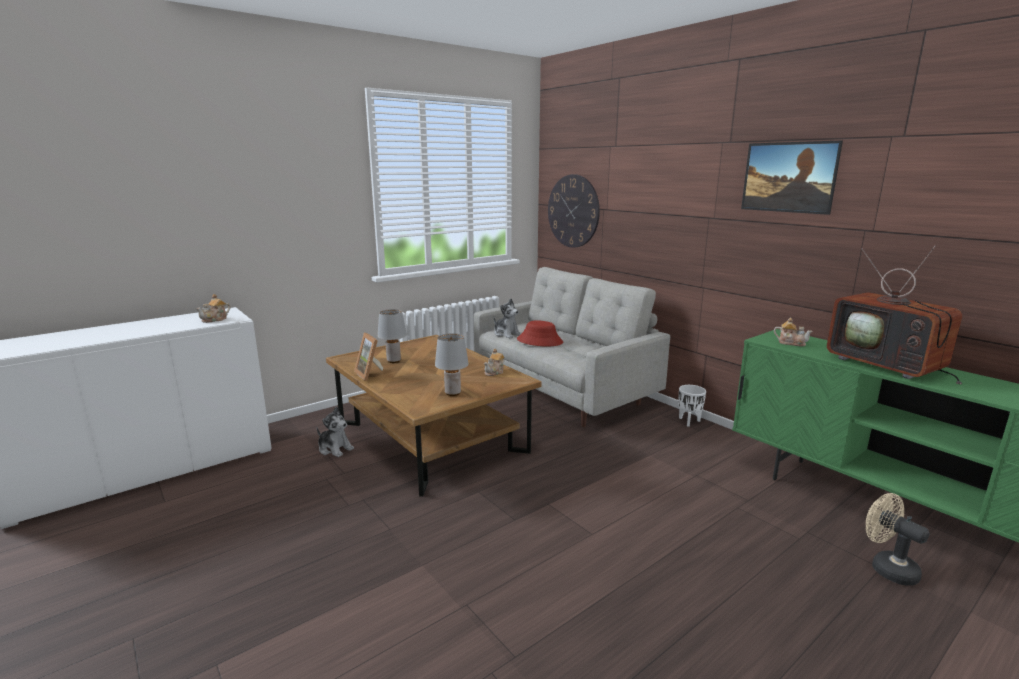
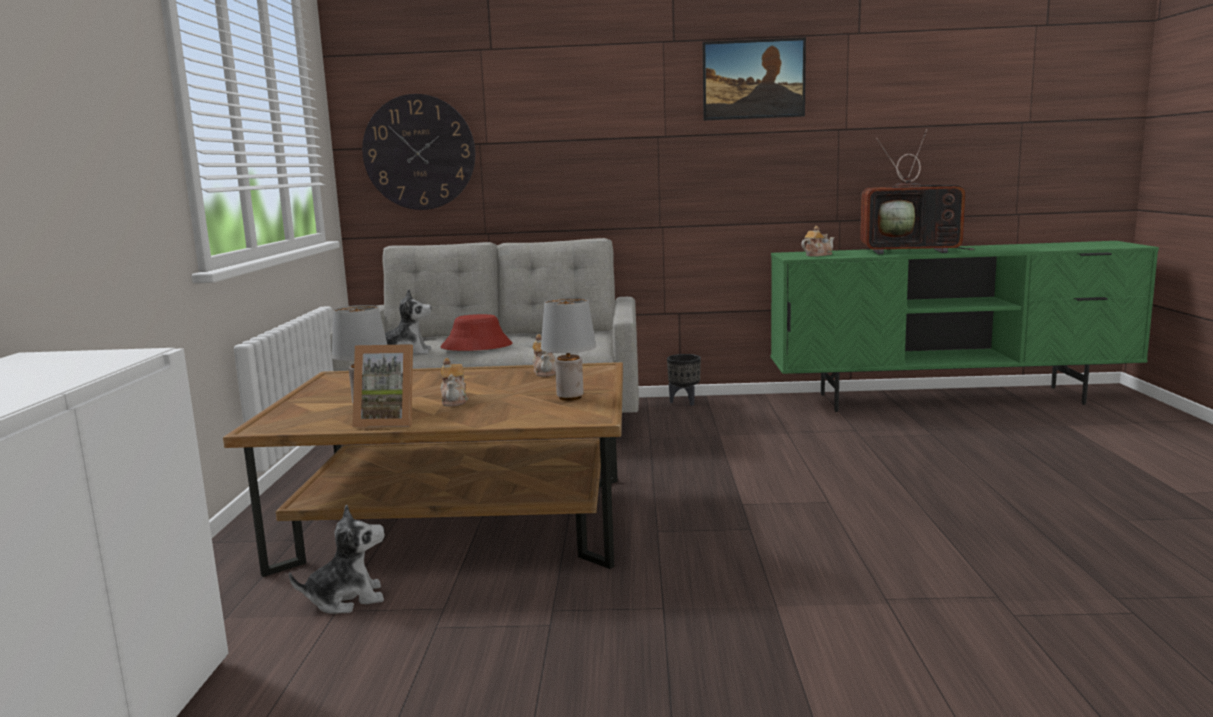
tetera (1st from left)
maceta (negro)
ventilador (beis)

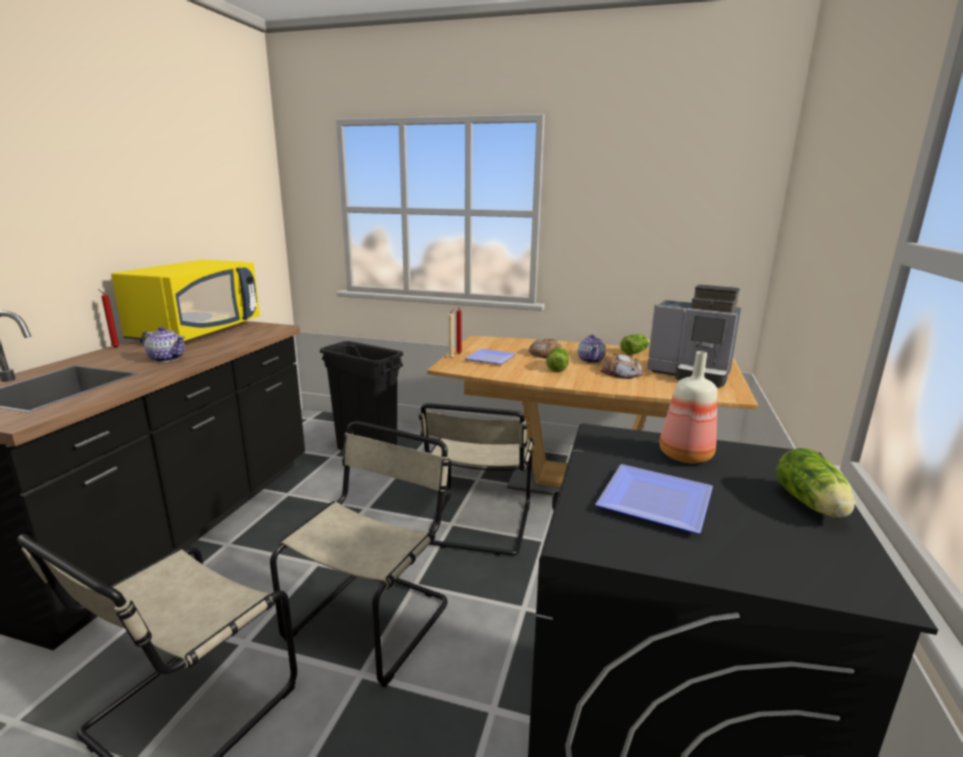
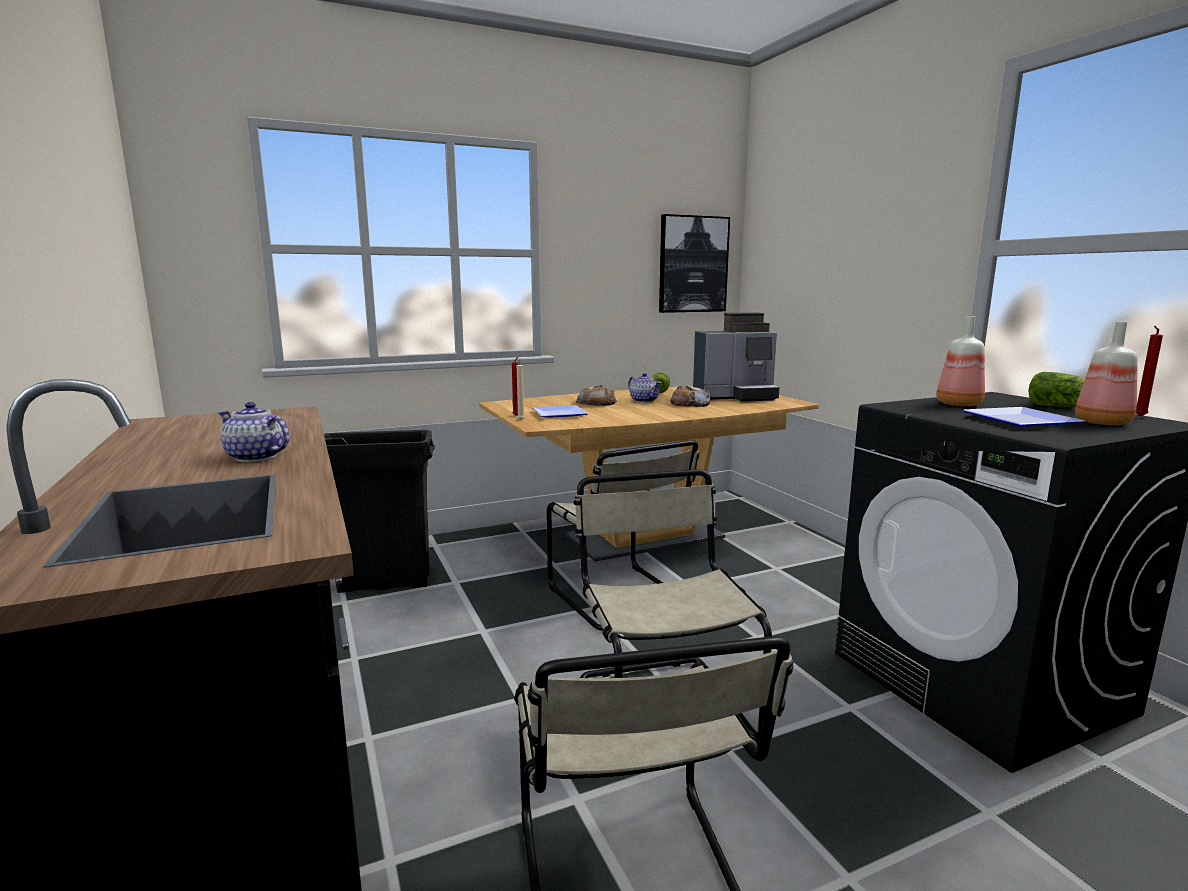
microondas (amarillo)
vela (rojo) (2nd from left)
tetera (1st from left)
lechuga (1st from left in the first image)
cuadro
botella (2nd from left)

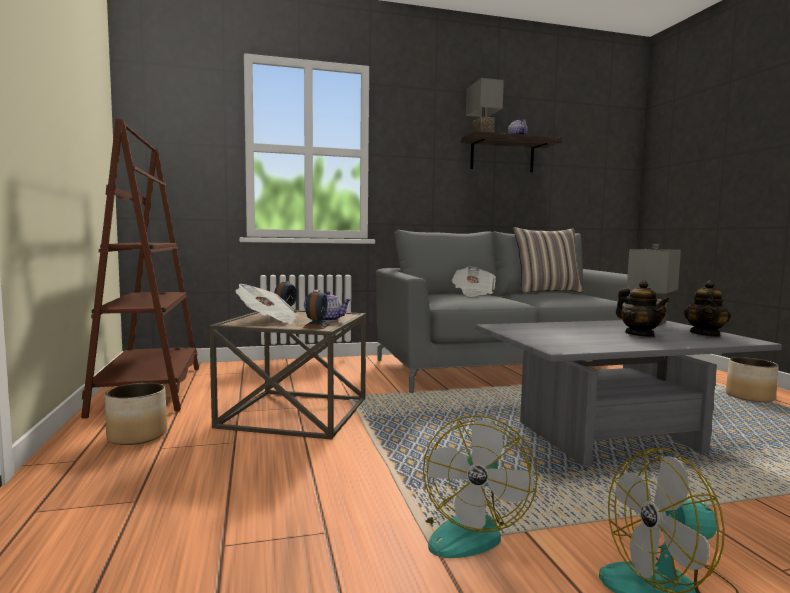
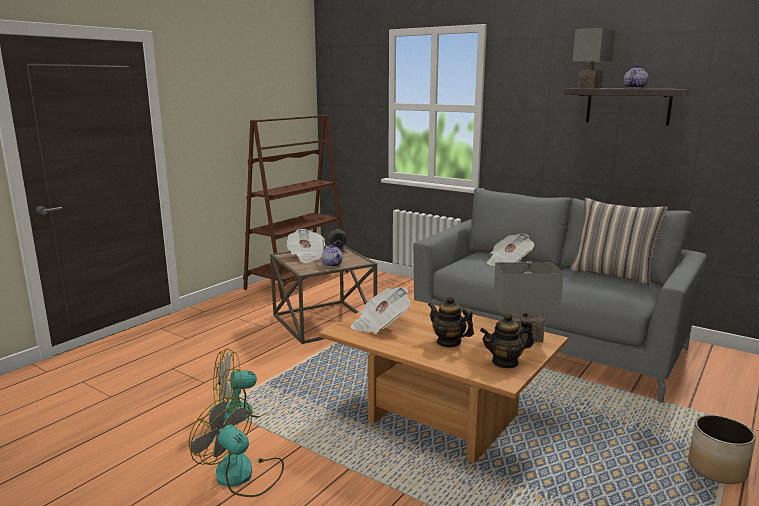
tetera (2nd from left)
despertador (2nd from left in the first image)
mesa de centro (marrón)
maceta (1st from left in the first image)
periódico (2nd from left)

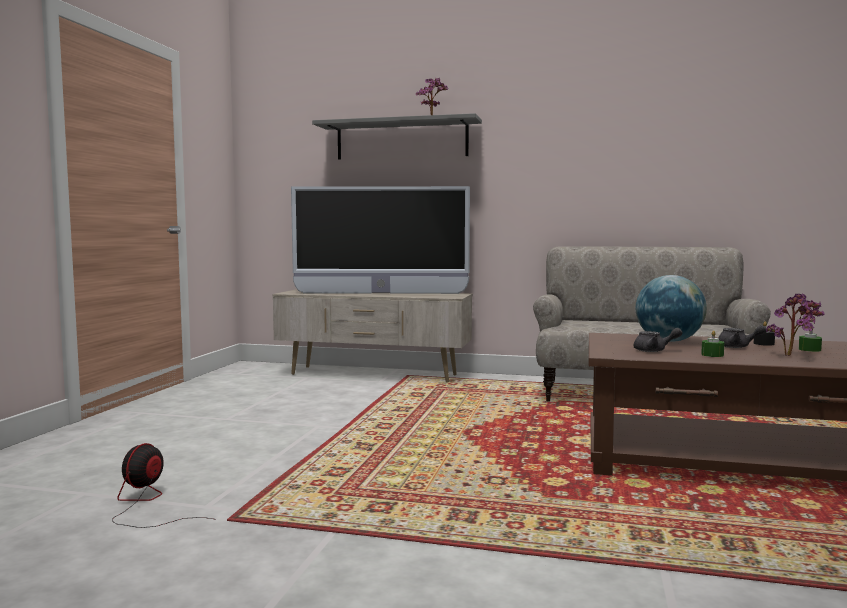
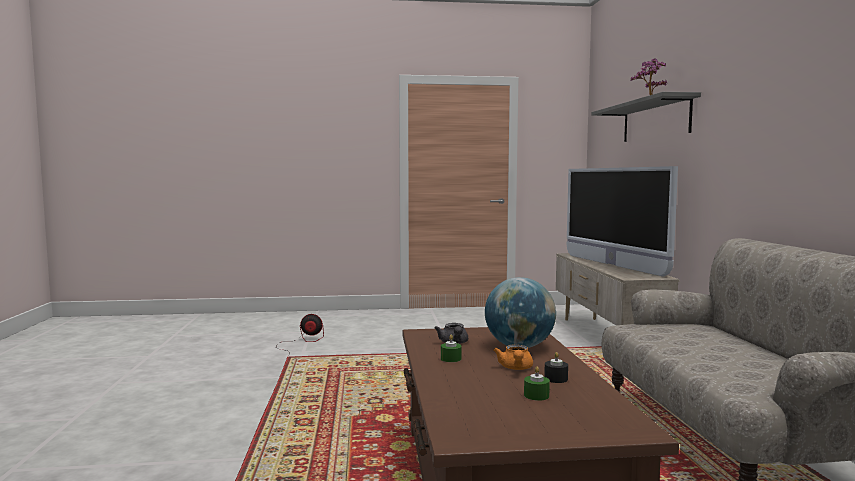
planta en maceta (2nd from left in the first image)
tetera (naranja)

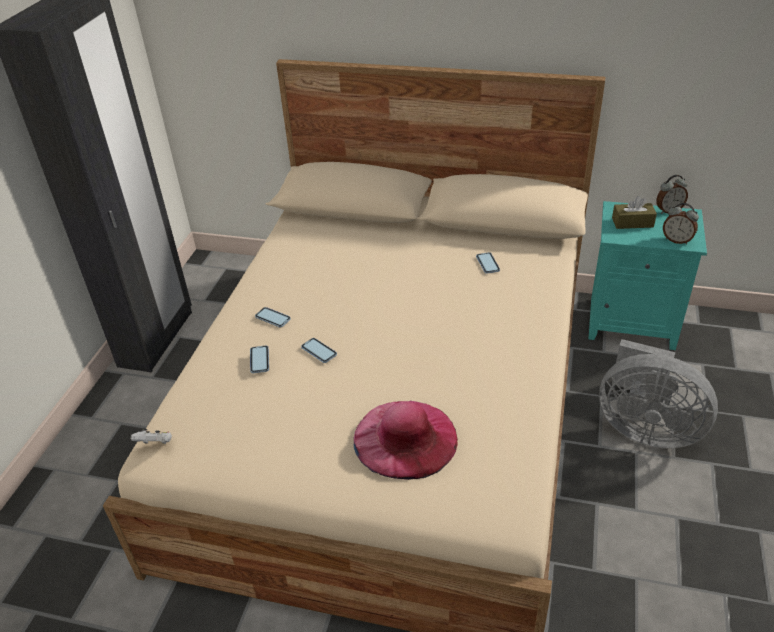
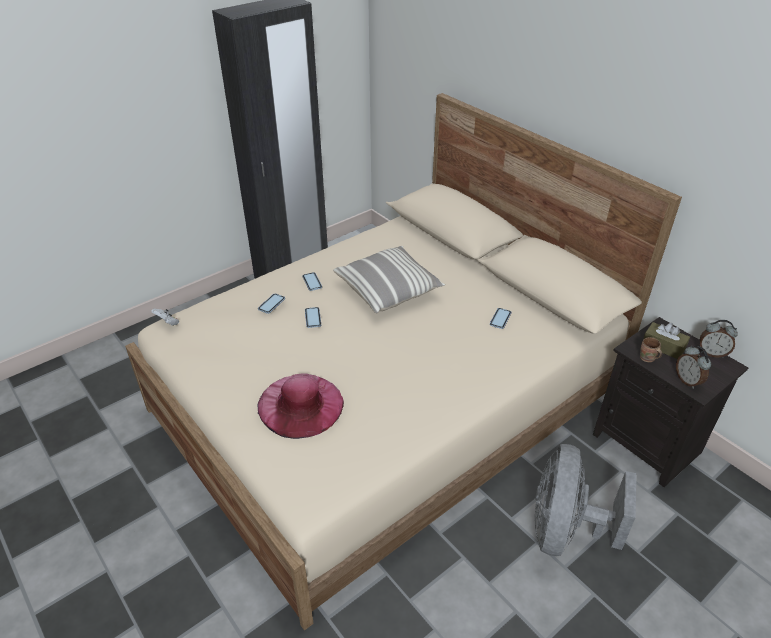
mesita de noche (negro)
ventilador (gris)
cojín
taza grande (marrón)

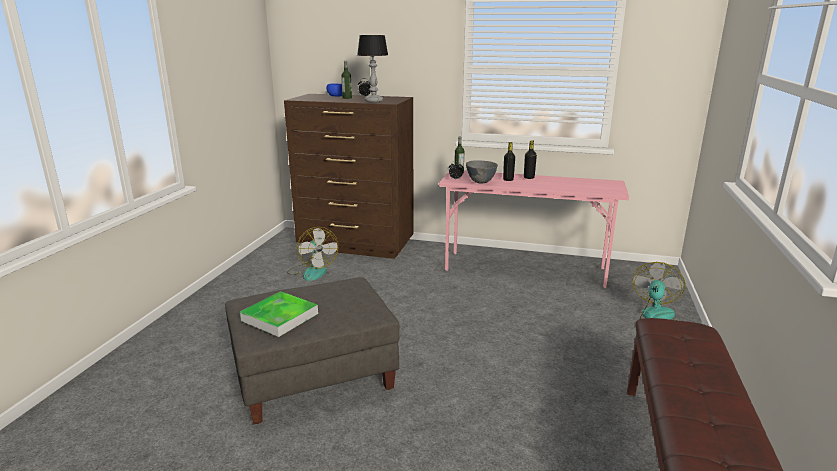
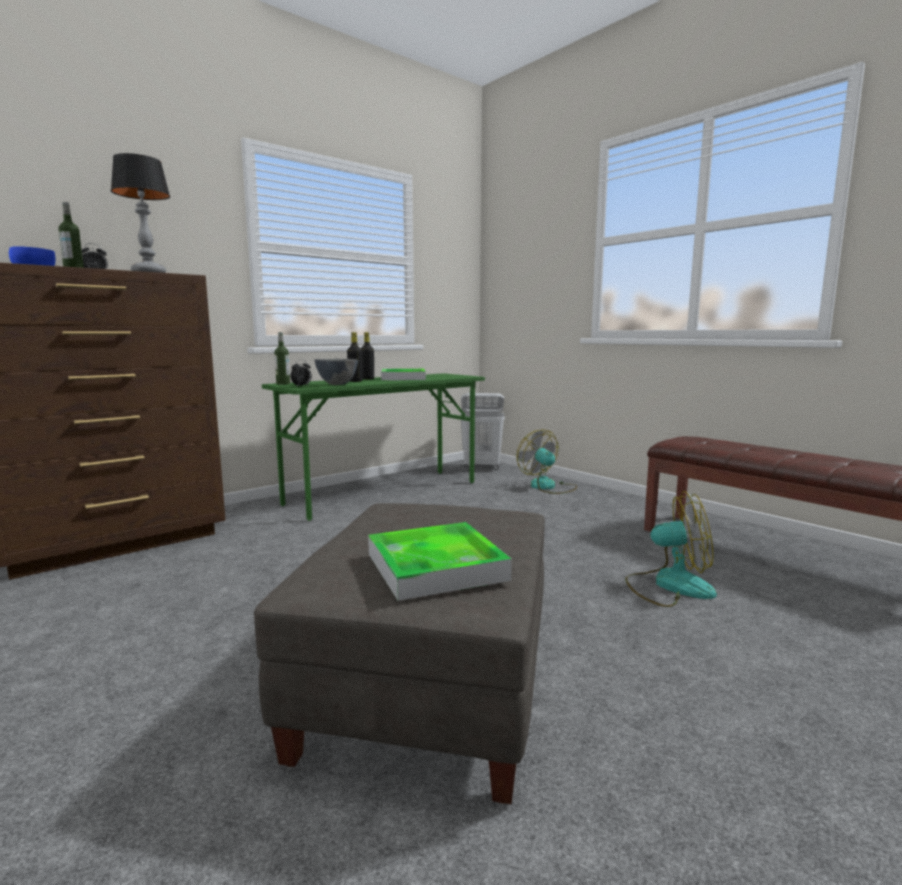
escritorio (verde)
ventilador (2nd from left)
bandeja (1st from left)
cesto de la ropa (blanco)

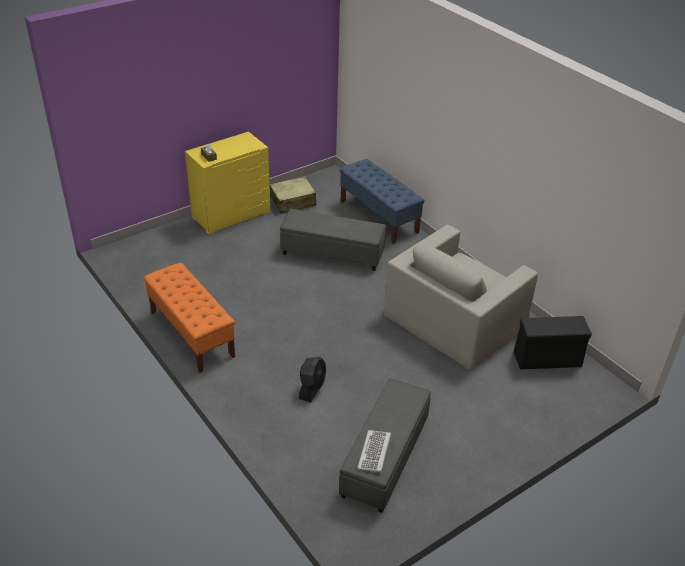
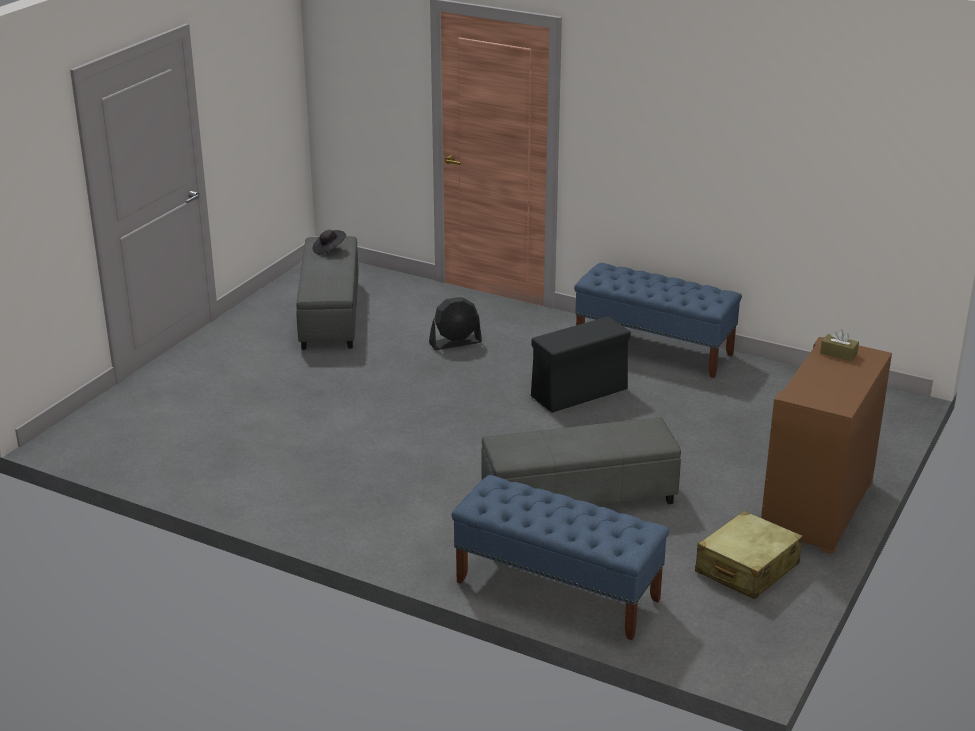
cómoda (marrón)
sillón (beis)
banco (azul) (2nd from left)
caja de almacenaje (negro)
ventilador (negro)
sombrero (negro)

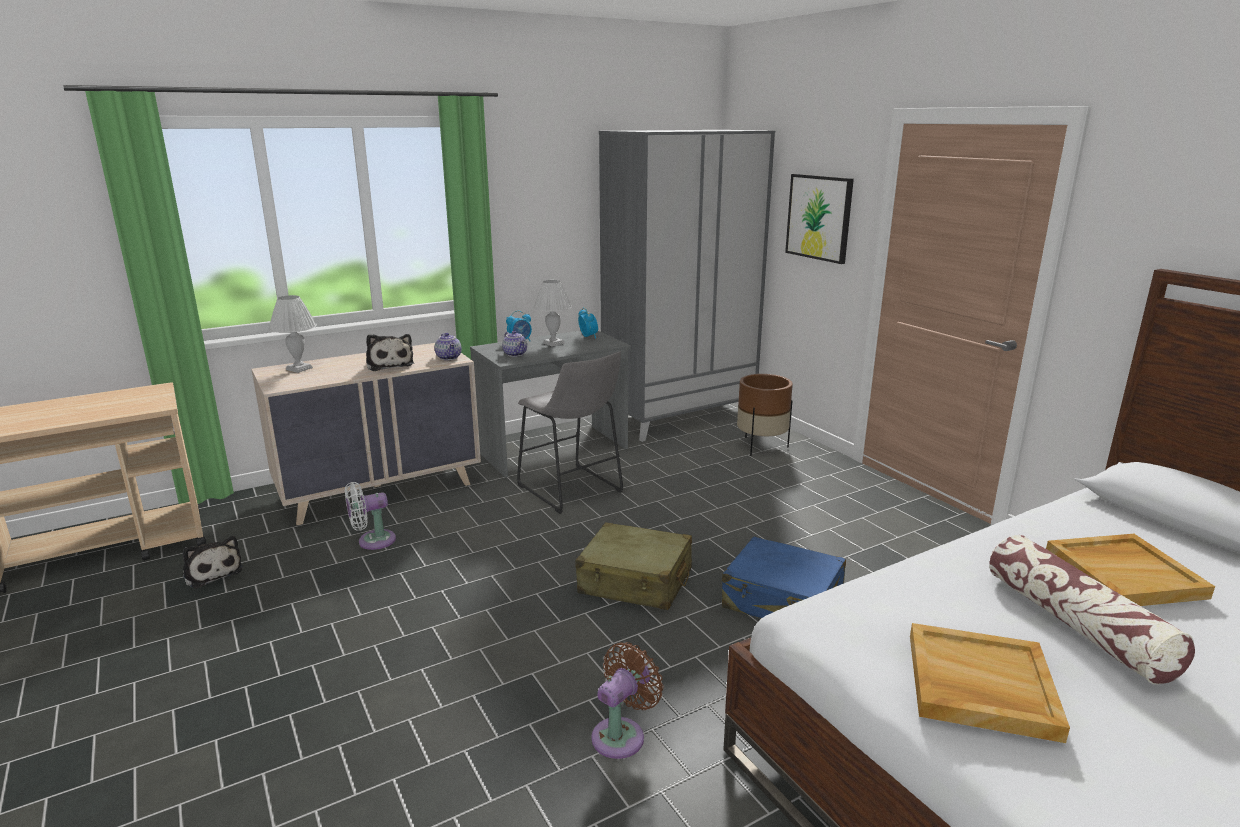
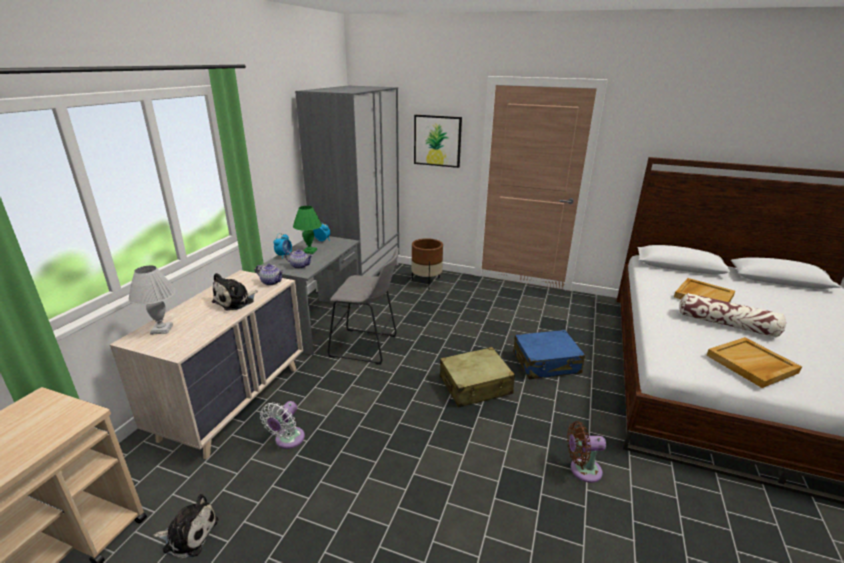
lámpara de mesa (verde)
peluche (2nd from left)
ventilador (marrón)

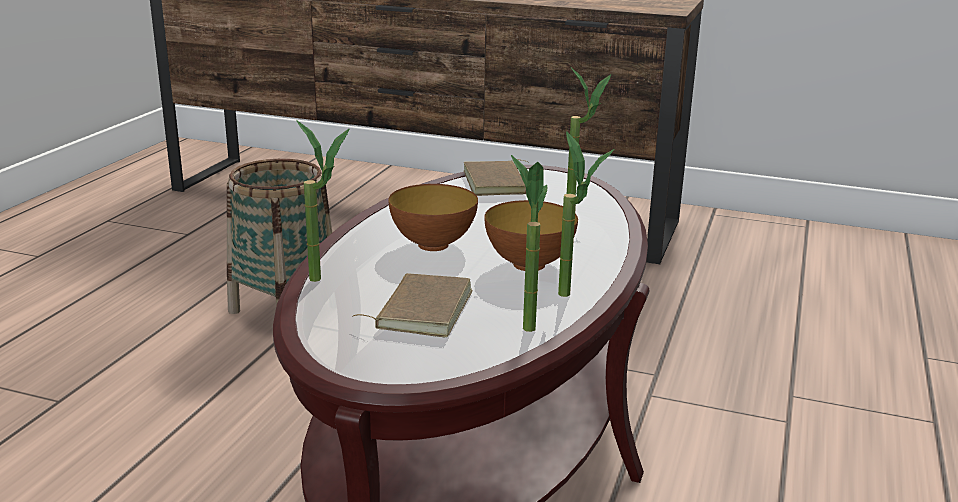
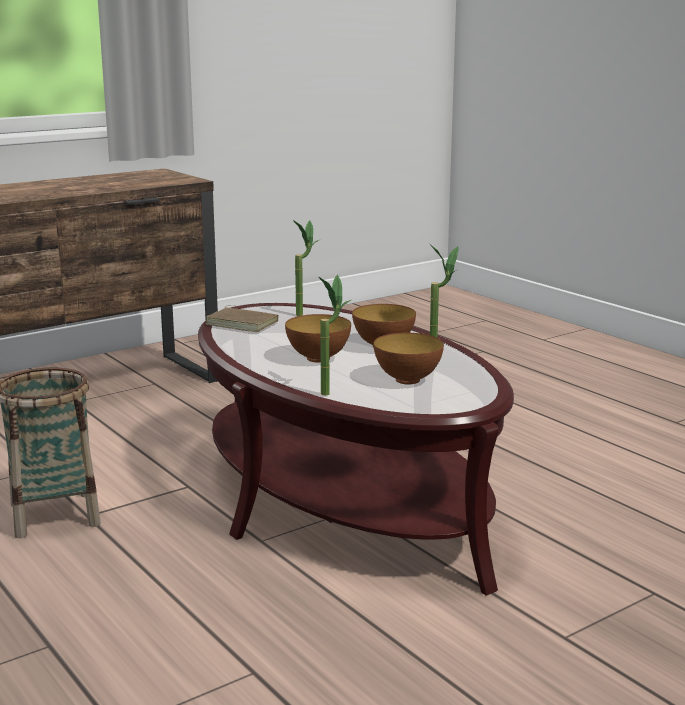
planta en maceta (2nd from left in the first image)
cuenco (3rd from left)

